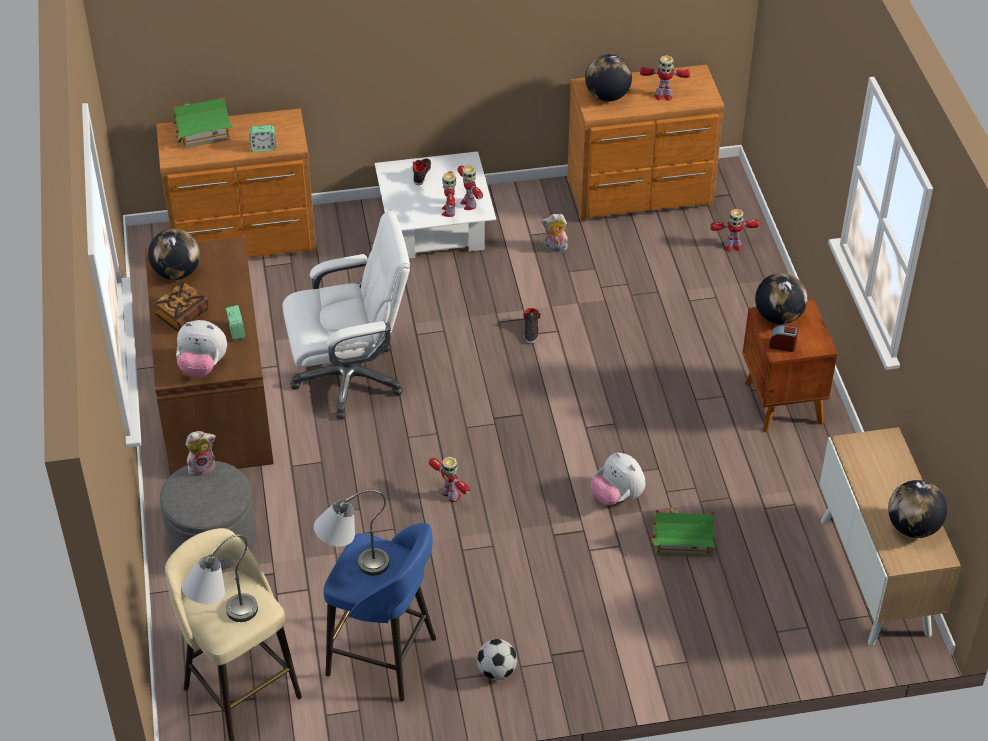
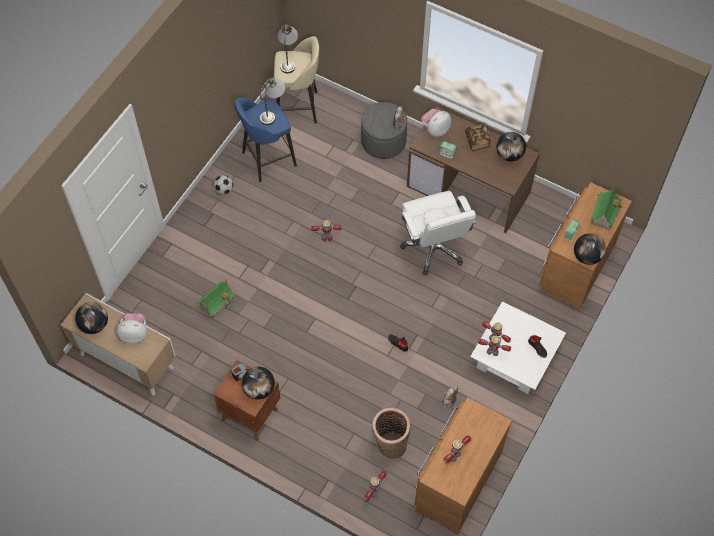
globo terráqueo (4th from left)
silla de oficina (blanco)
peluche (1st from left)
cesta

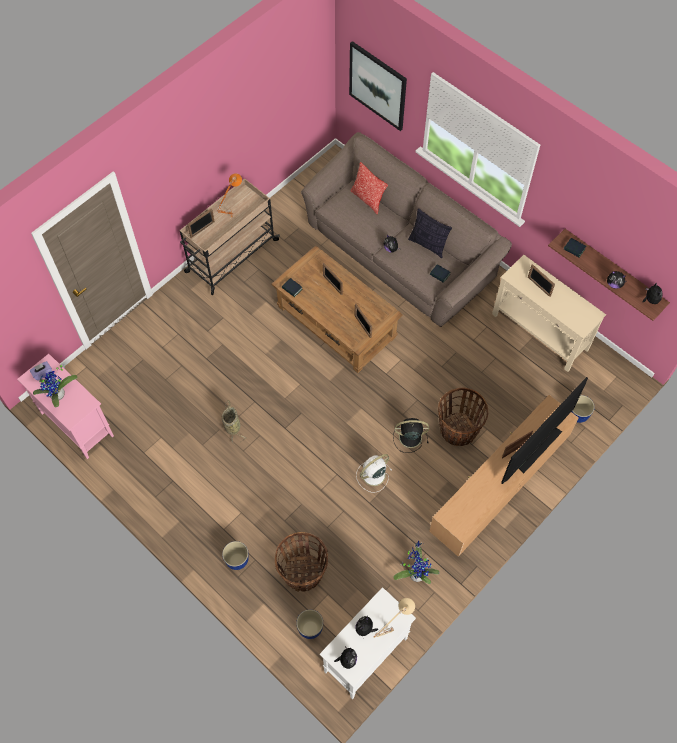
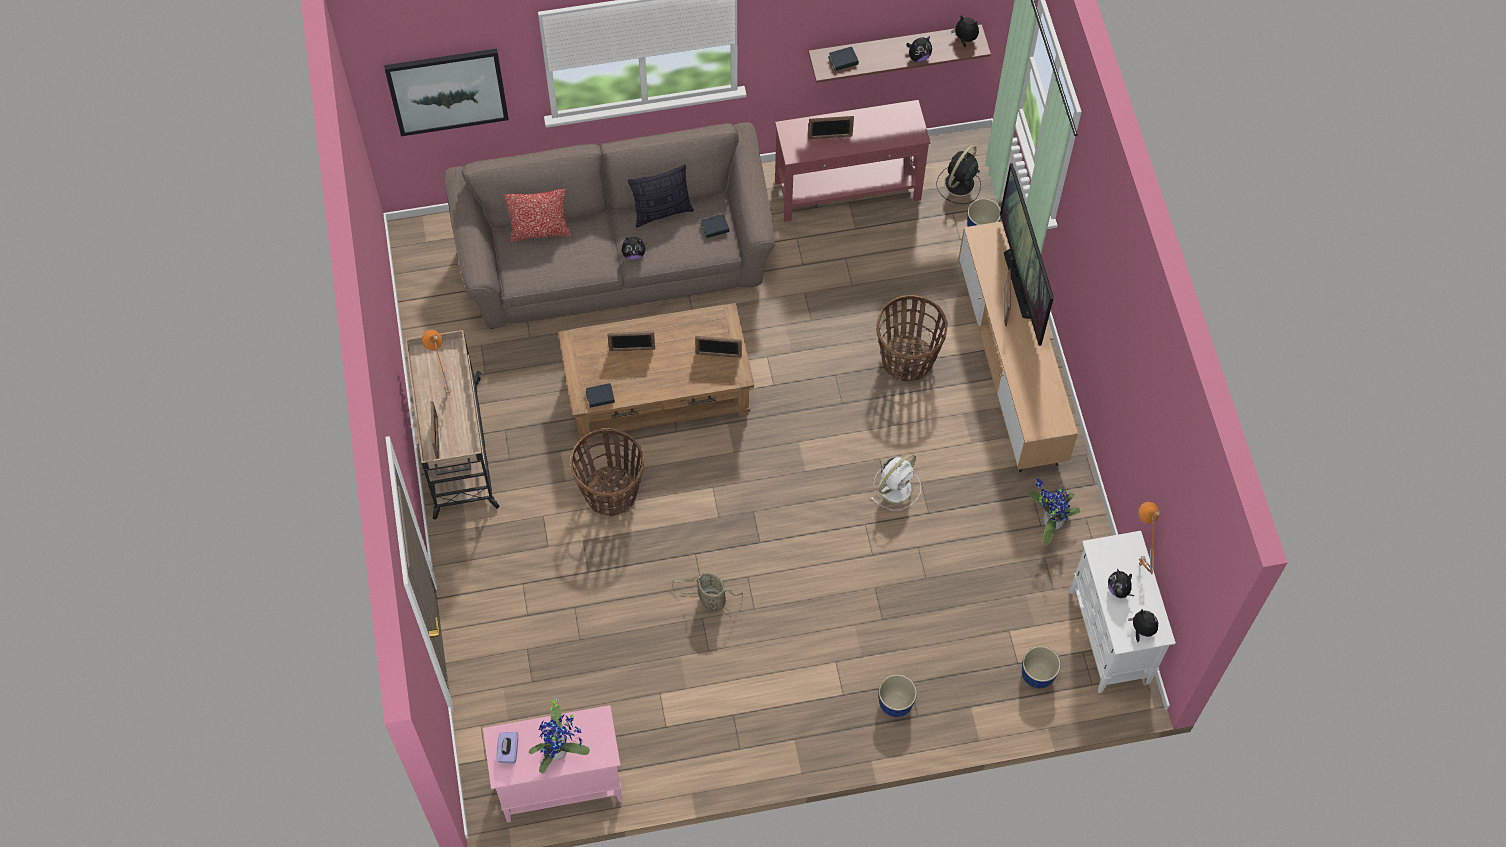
mesa consola (rojo)
ventilador (negro)
ventilador (blanco)
cesta (1st from left)
lámpara de mesa (naranja) (2nd from left)

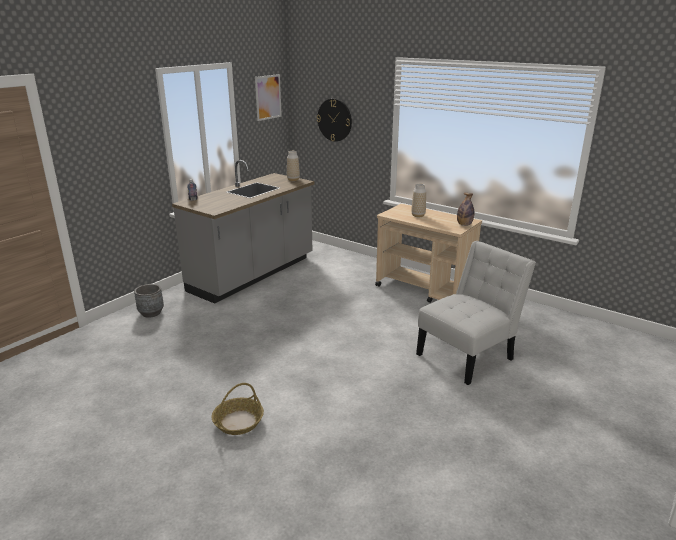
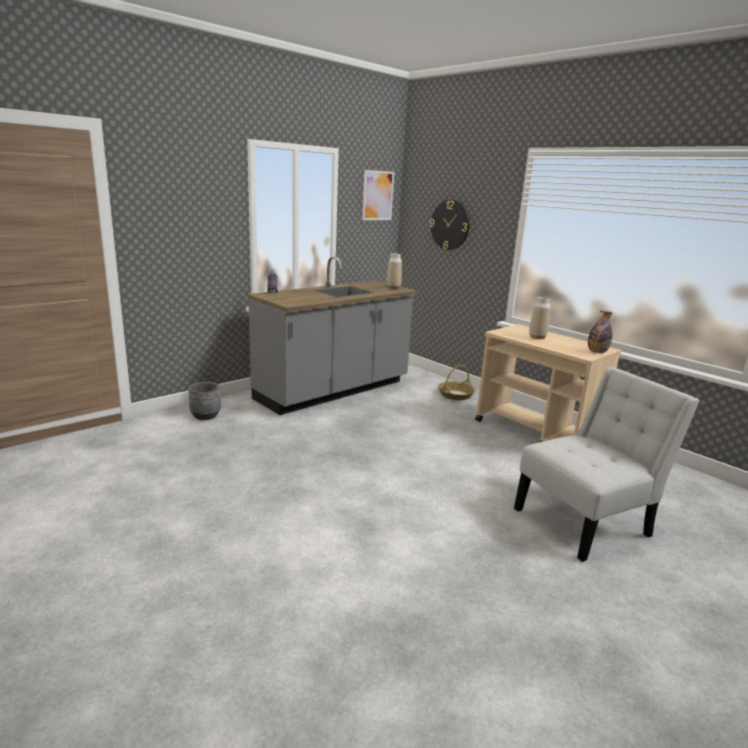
cesta

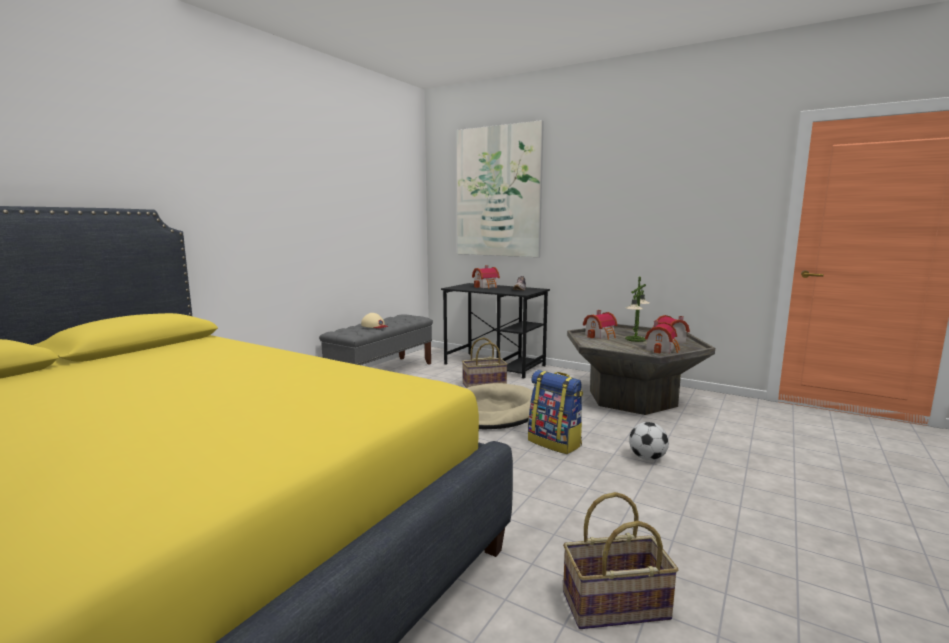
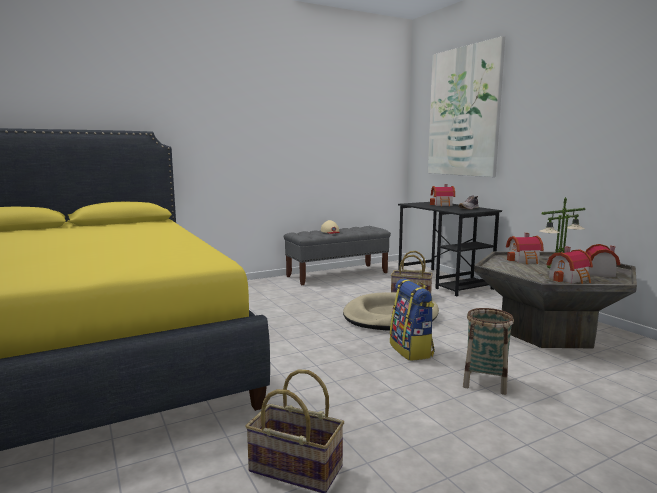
cesta (3rd from left)

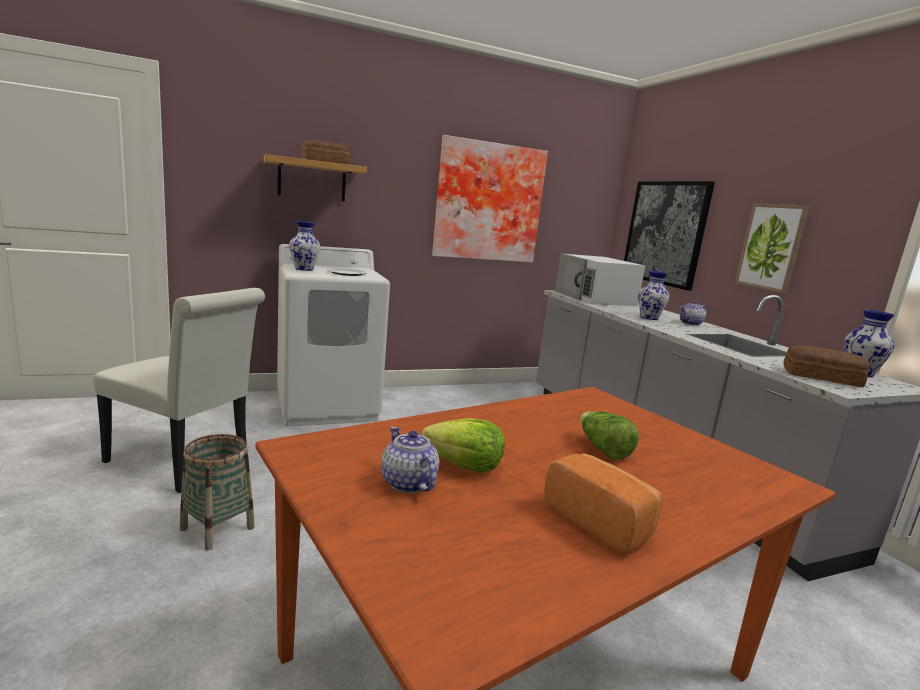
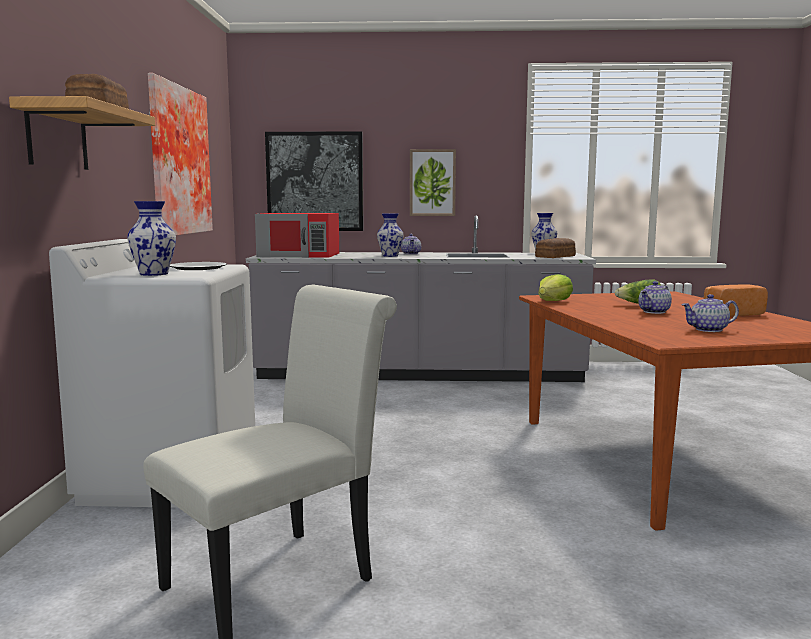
microondas (rojo)
lechuga (1st from left)
cesta
tetera (2nd from left)

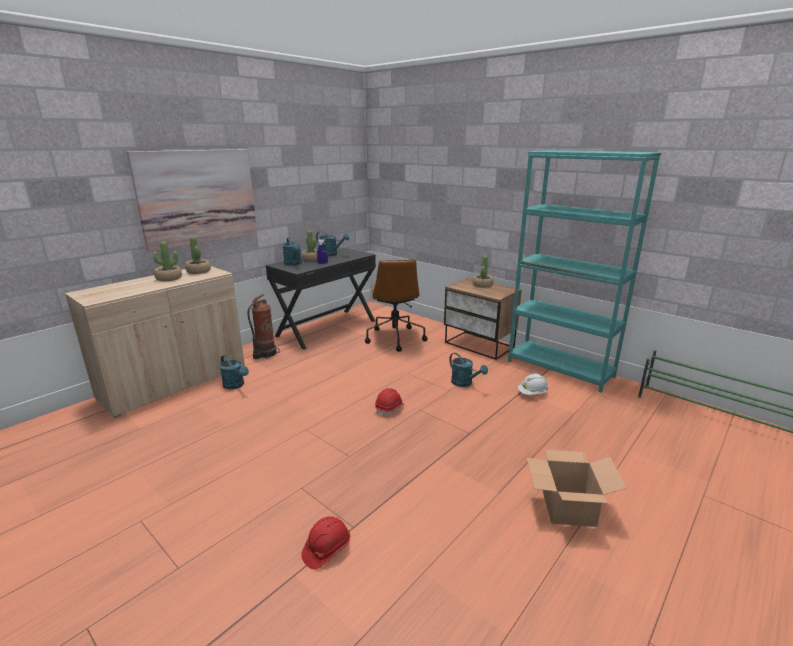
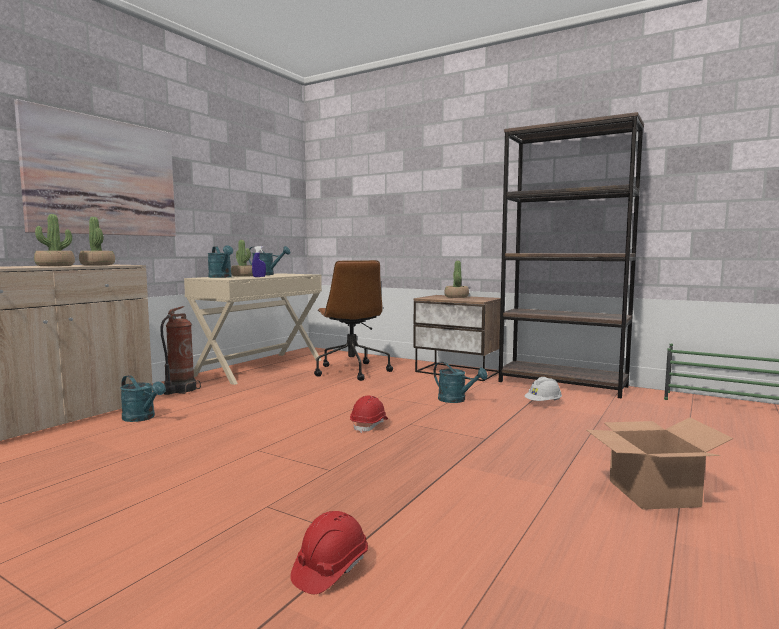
estantería (marrón)
escritorio (beis)

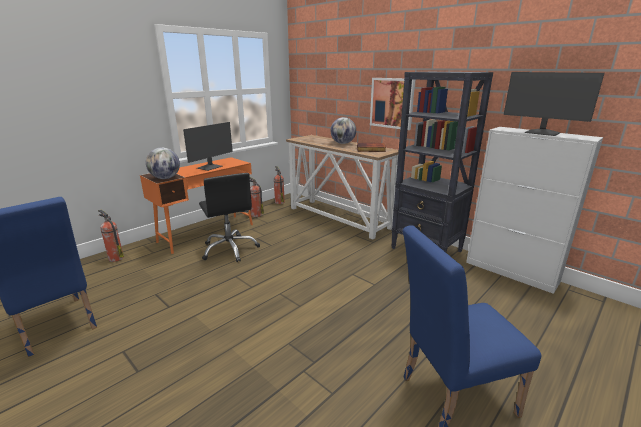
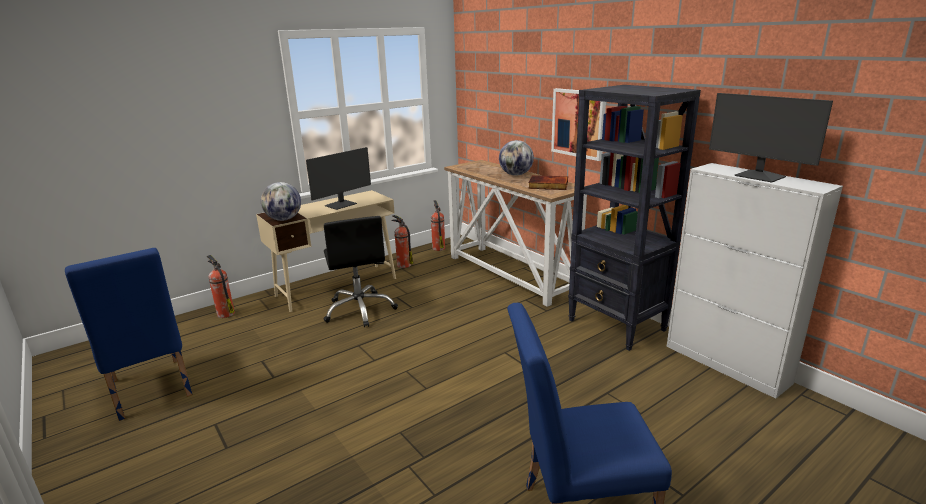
escritorio (beis)

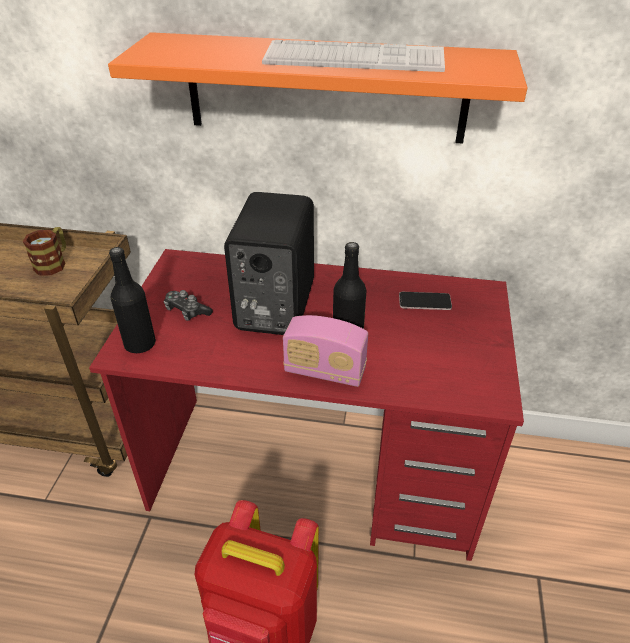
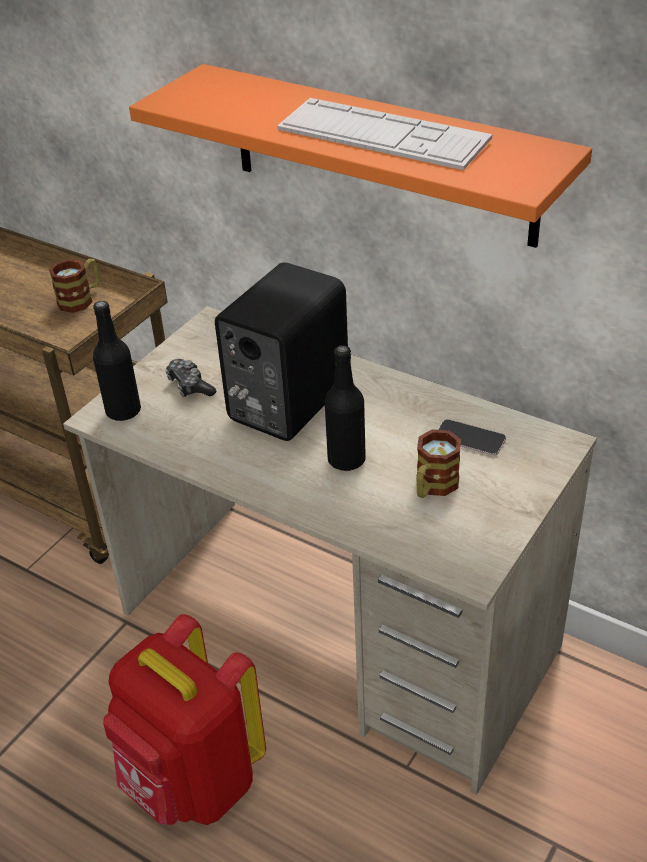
escritorio (beis)
radio
taza grande (2nd from left)

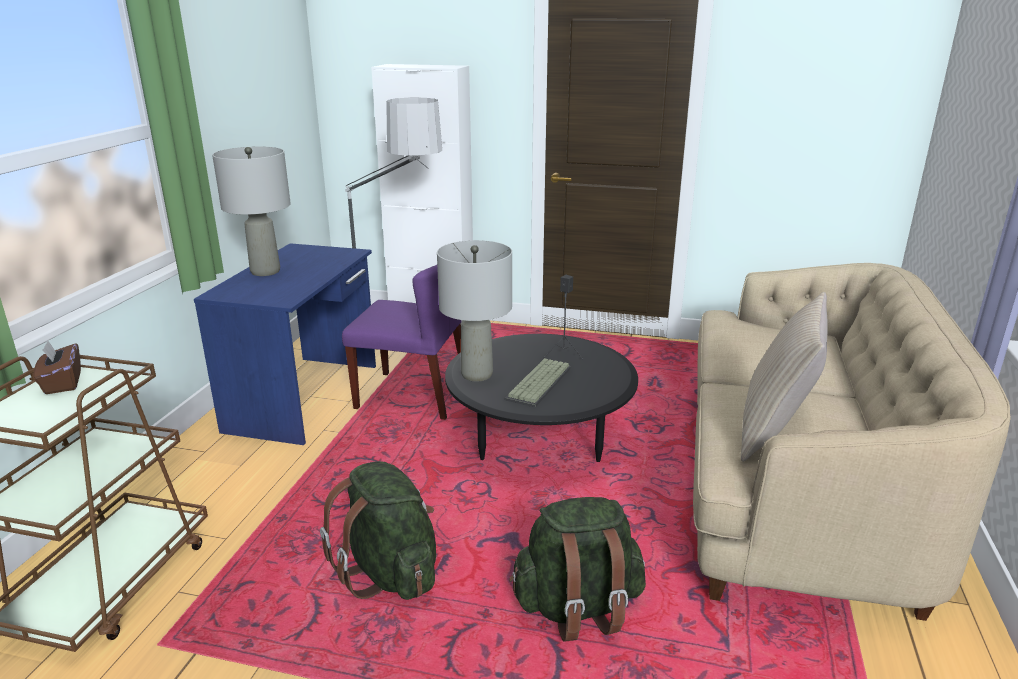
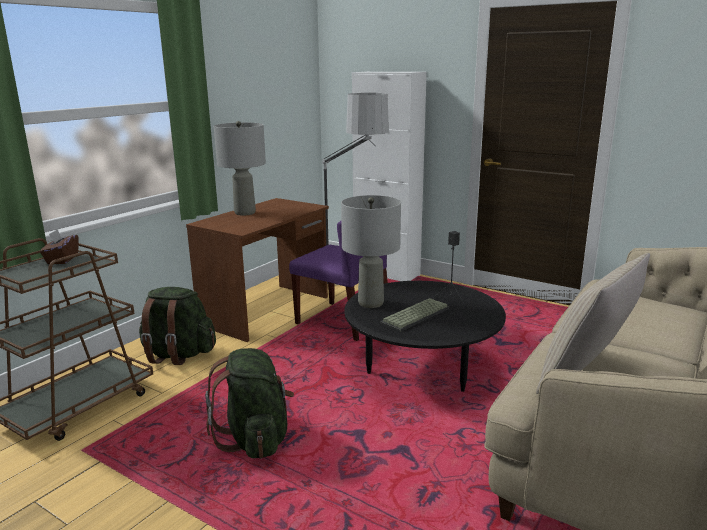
escritorio (marrón)
mochila (verde) (1st from left)

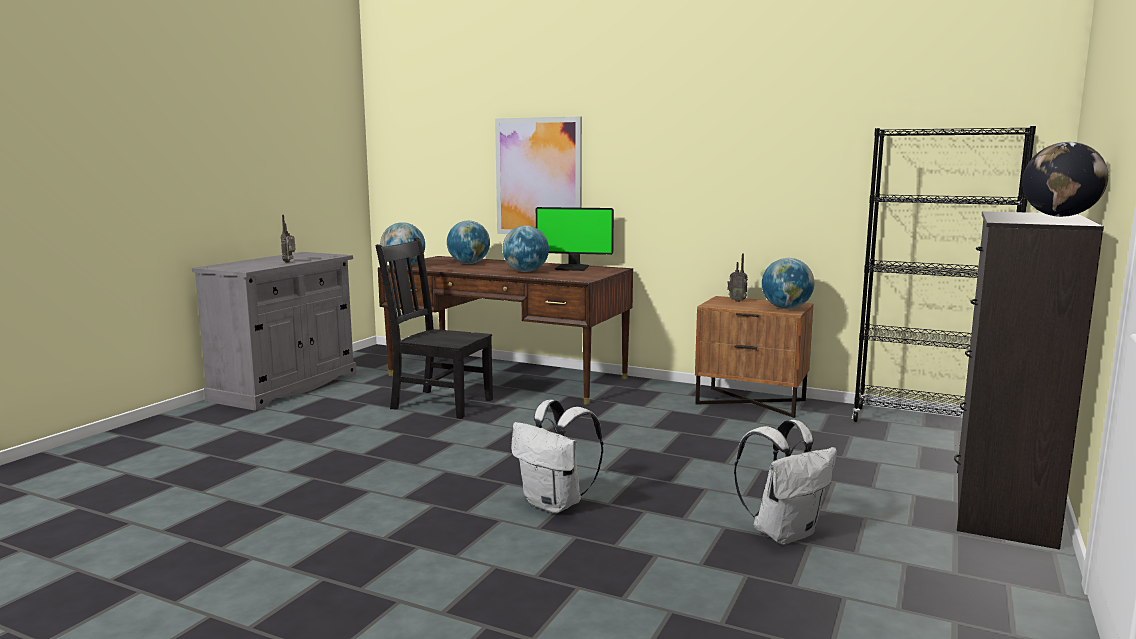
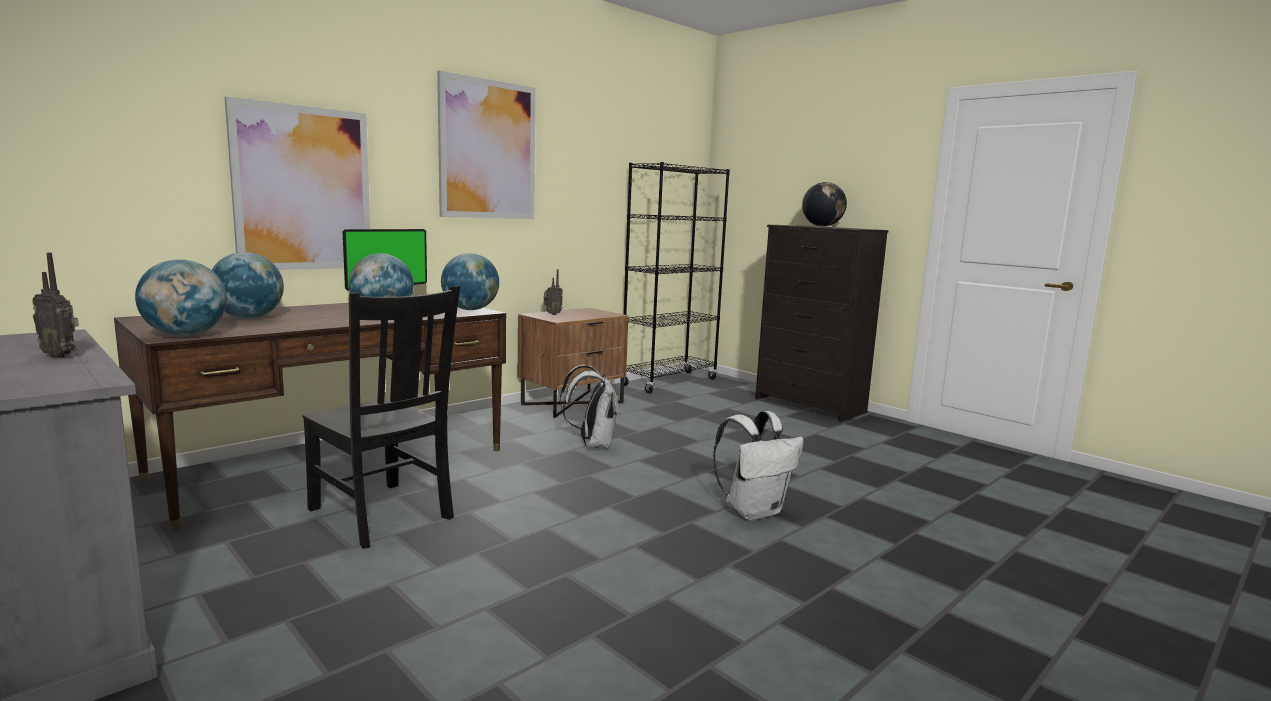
silla (negro)
globo terráqueo (4th from left)
mochila (blanco) (1st from left)
cuadro (2nd from left)

